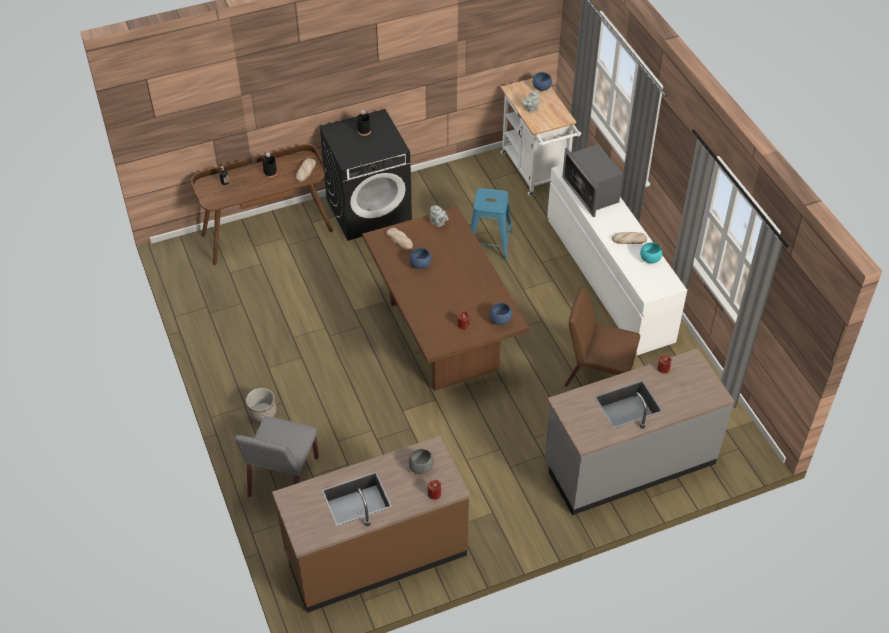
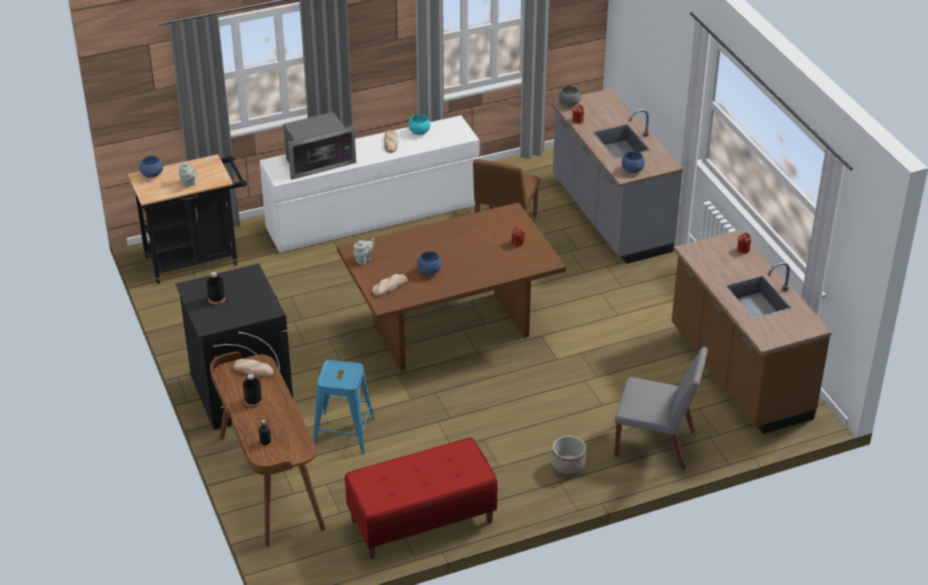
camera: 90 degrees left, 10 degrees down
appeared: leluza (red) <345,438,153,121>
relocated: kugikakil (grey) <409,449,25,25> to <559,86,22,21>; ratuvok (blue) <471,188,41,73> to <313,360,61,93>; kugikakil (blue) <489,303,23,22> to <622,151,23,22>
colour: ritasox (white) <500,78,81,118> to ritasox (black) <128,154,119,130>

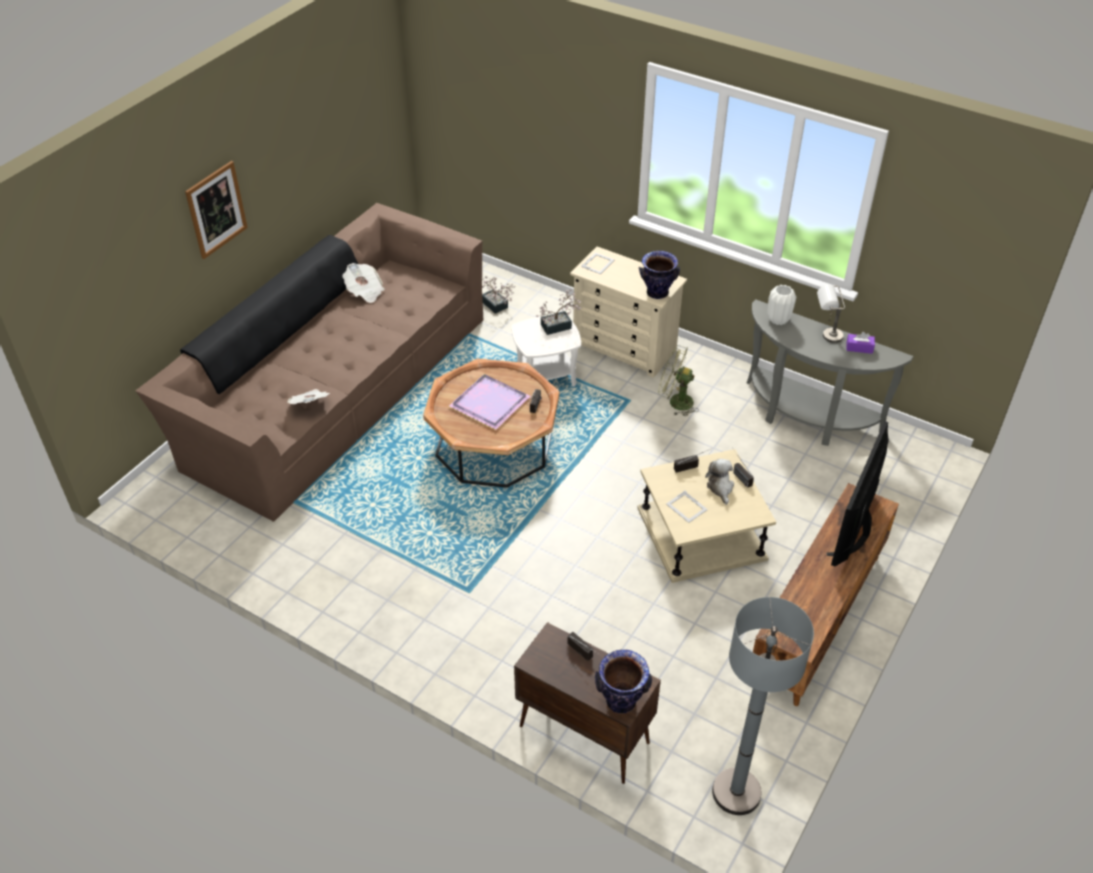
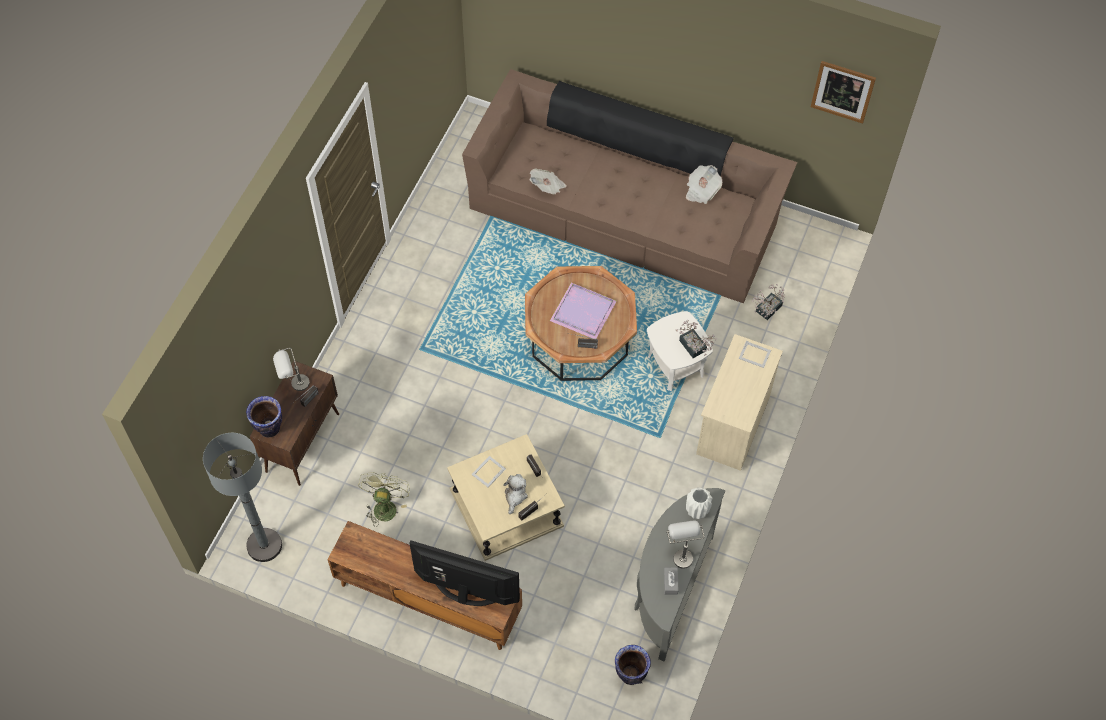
camera: 80 degrees right, 15 degrees up
appeared: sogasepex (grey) <273,348,37,43>
relocated: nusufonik <185,161,63,98> to <811,61,65,63>; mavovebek <639,251,41,48> to <615,645,36,40>; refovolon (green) <658,345,41,71> to <358,472,52,55>
colour: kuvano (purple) <846,332,29,22> to kuvano (grey) <664,567,15,28>
spun: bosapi <705,459,29,46> = <503,474,25,40> 60 degrees counterclockwise

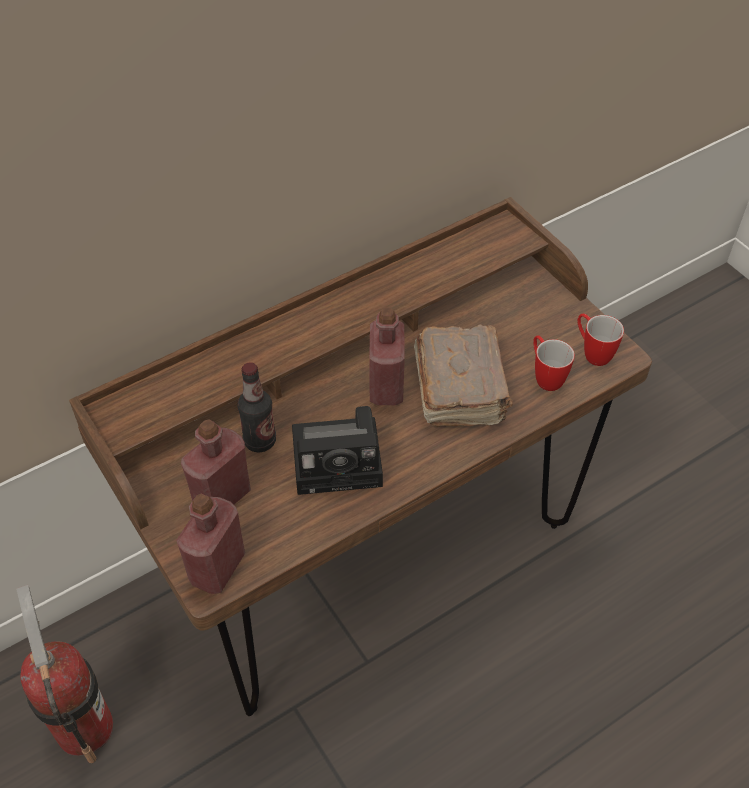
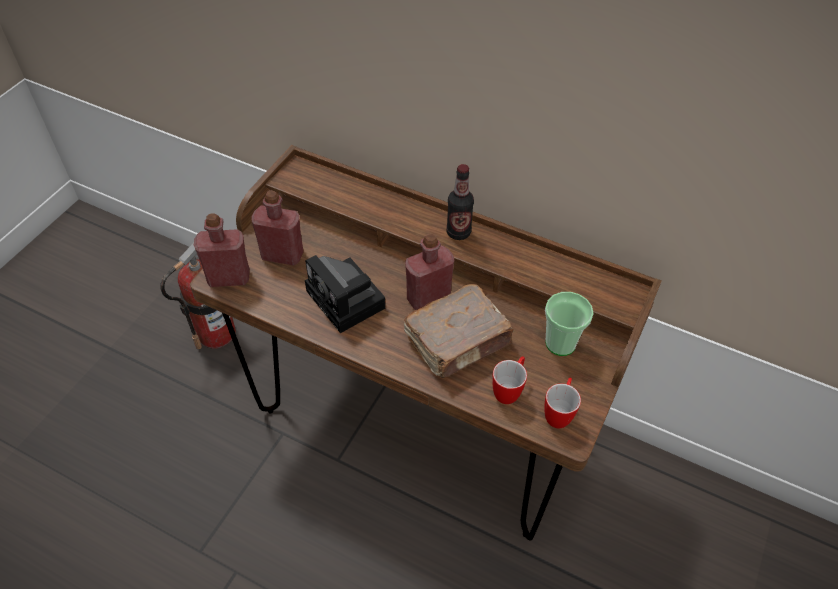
camera: 60 degrees right, 0 degrees up
appeared: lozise <545,292,49,64>
relocated: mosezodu <237,362,39,91> to <446,164,28,76>

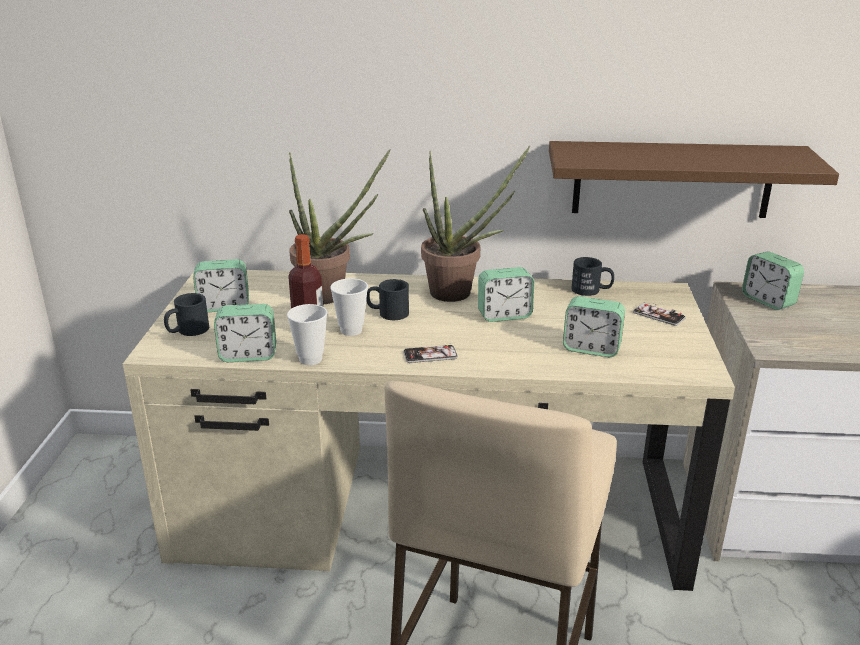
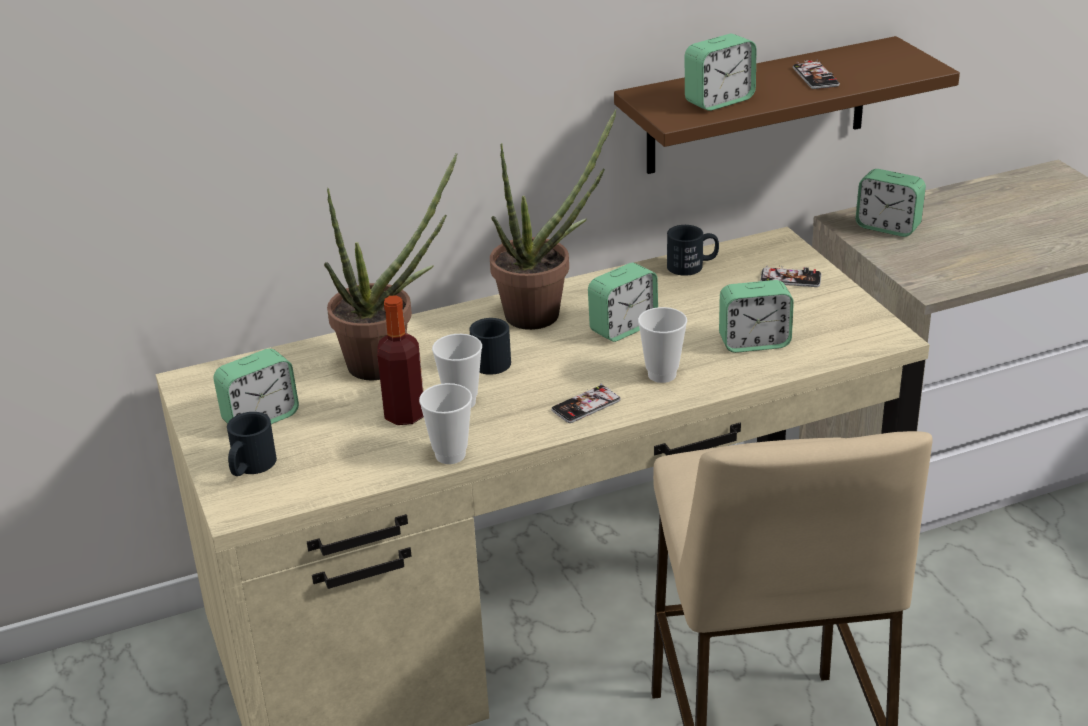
camera: 25 degrees left, 5 degrees up
appeared: lozise <638,307,49,76>; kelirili <793,60,47,29>
relocated: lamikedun <214,304,62,58> to <685,34,71,77>

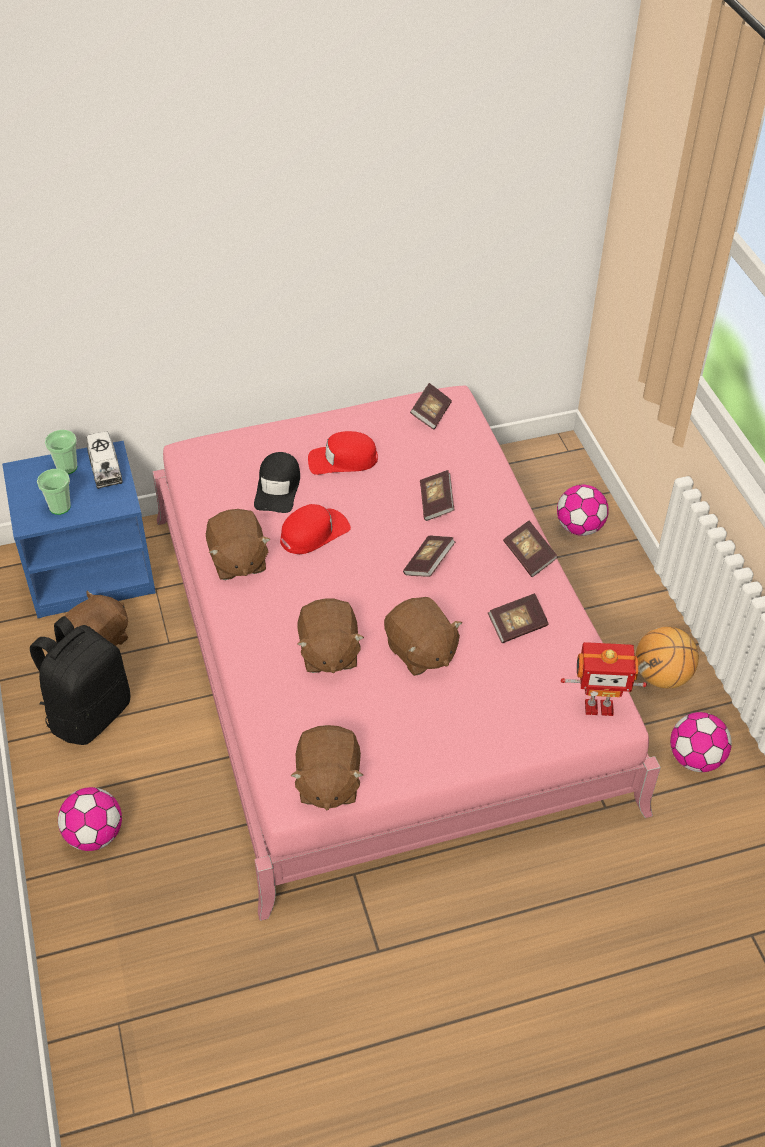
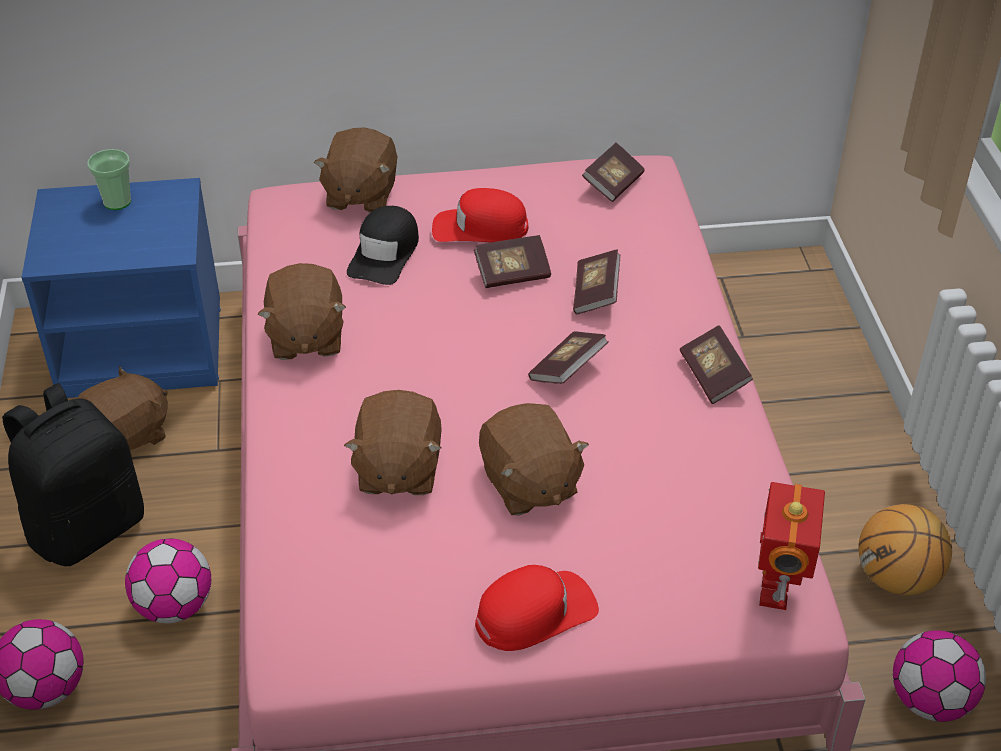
camera: 10 degrees right, 5 degrees down
missing: lozise <37,469,34,46>; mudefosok <86,431,37,58>
relocated: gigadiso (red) <280,504,71,50> to <475,565,124,86>; bosapi (brown) <290,725,73,85> to <314,127,84,86>; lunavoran <488,593,61,50> to <474,235,77,53>; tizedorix <557,485,52,51> to <125,538,86,85>
spun: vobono <561,642,86,74> = <758,482,67,128> 90 degrees clockwise

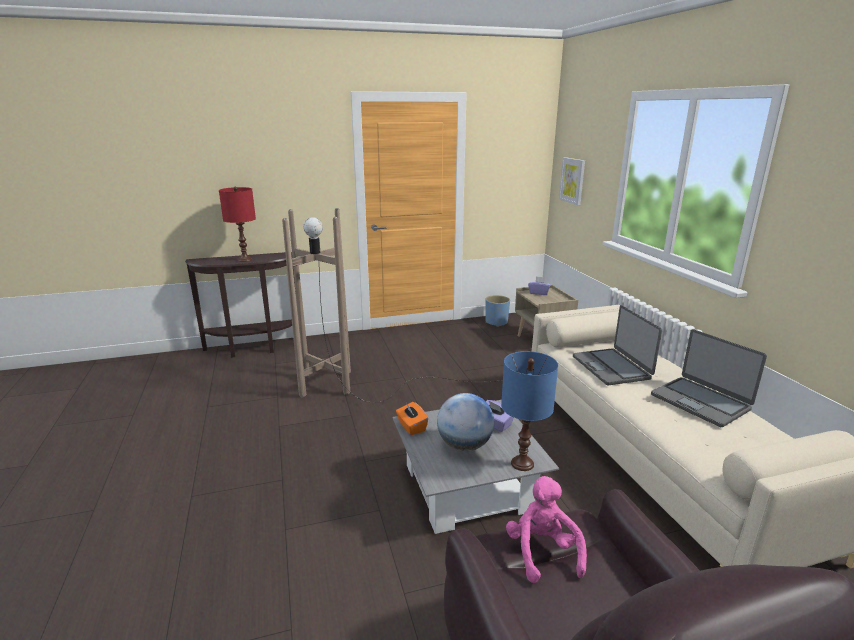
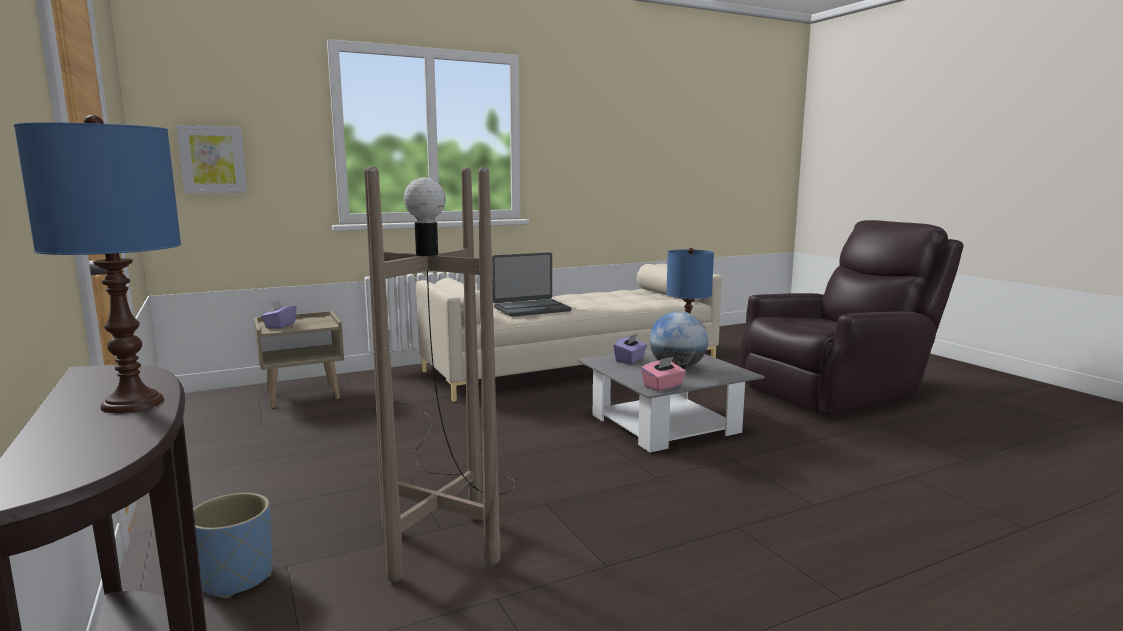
camera: 100 degrees left, 10 degrees down
missing: bosapi (pink) <506,476,81,107>; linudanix <651,329,116,98>
relocated: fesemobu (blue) <485,295,25,32> to <193,493,79,105>
colour: sogasepex (red) <219,186,37,76> to sogasepex (blue) <14,115,167,298>; kuvano (orange) <396,402,32,33> to kuvano (pink) <641,357,45,34>

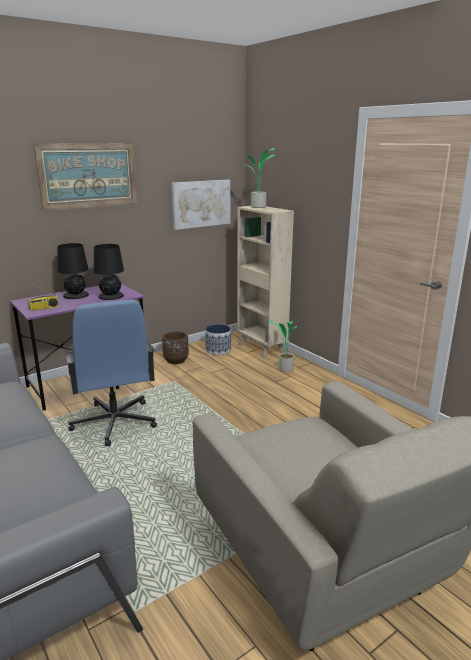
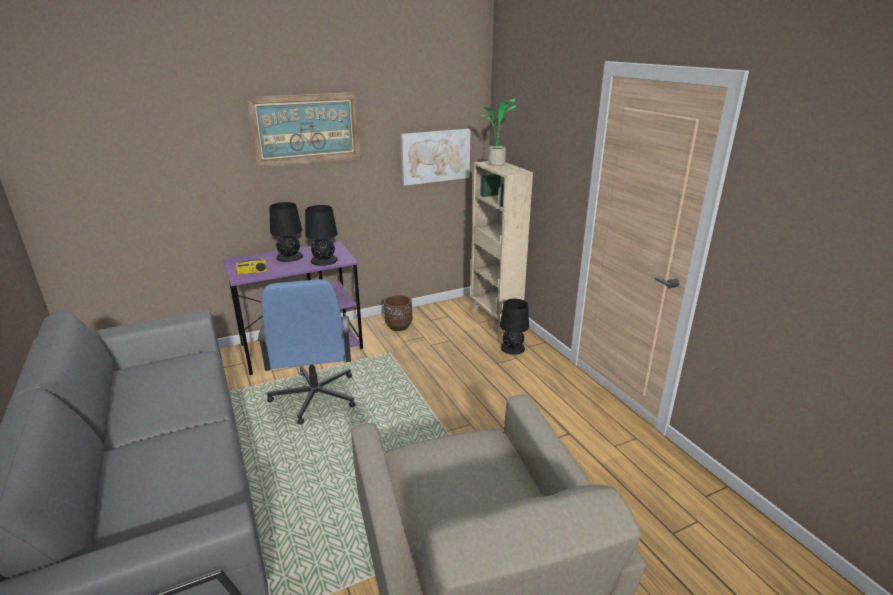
camera: 10 degrees right, 5 degrees up
missing: fesemobu <205,324,26,31>
exchanged: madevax <267,321,38,51> to sogasepex (black) <500,299,29,56>

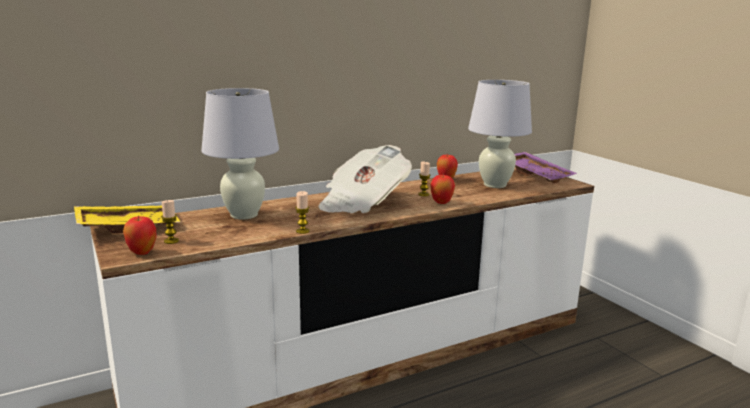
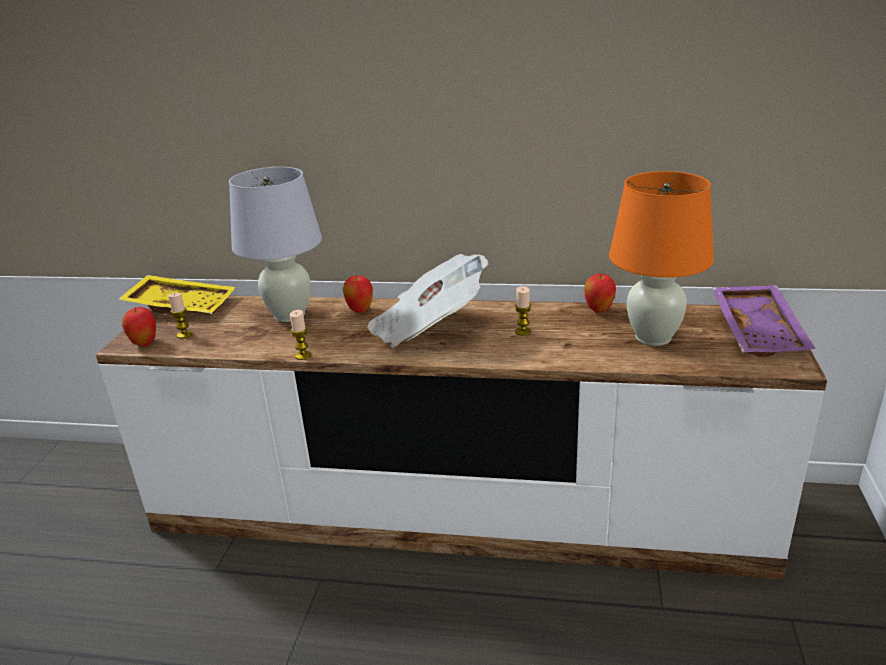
camera: 40 degrees right, 10 degrees up
relocated: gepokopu <430,175,25,29> to <343,275,30,38>
colour: sogasepex (white) <468,80,64,108> to sogasepex (orange) <609,171,105,175>

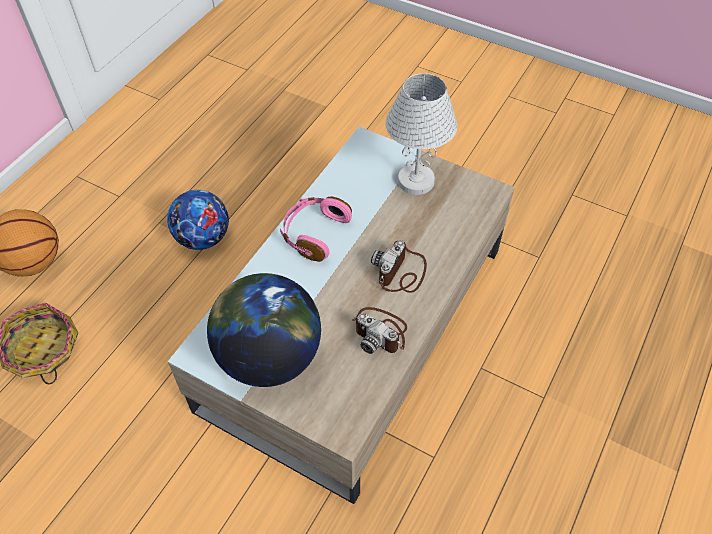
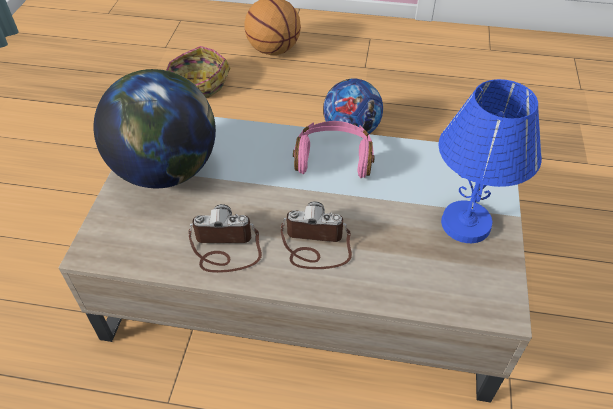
camera: 70 degrees right, 5 degrees down
colour: sogasepex (white) <385,73,73,122> to sogasepex (blue) <439,79,103,164>
spun: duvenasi <352,307,55,47> = <188,204,74,69> 75 degrees clockwise

